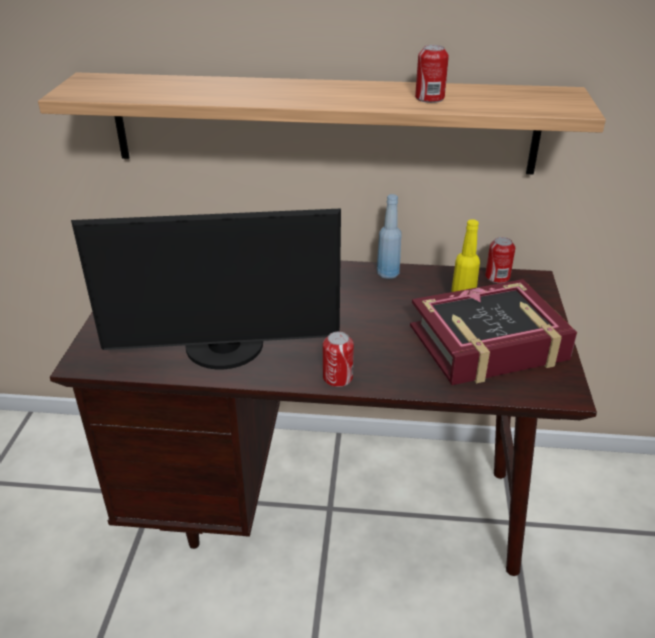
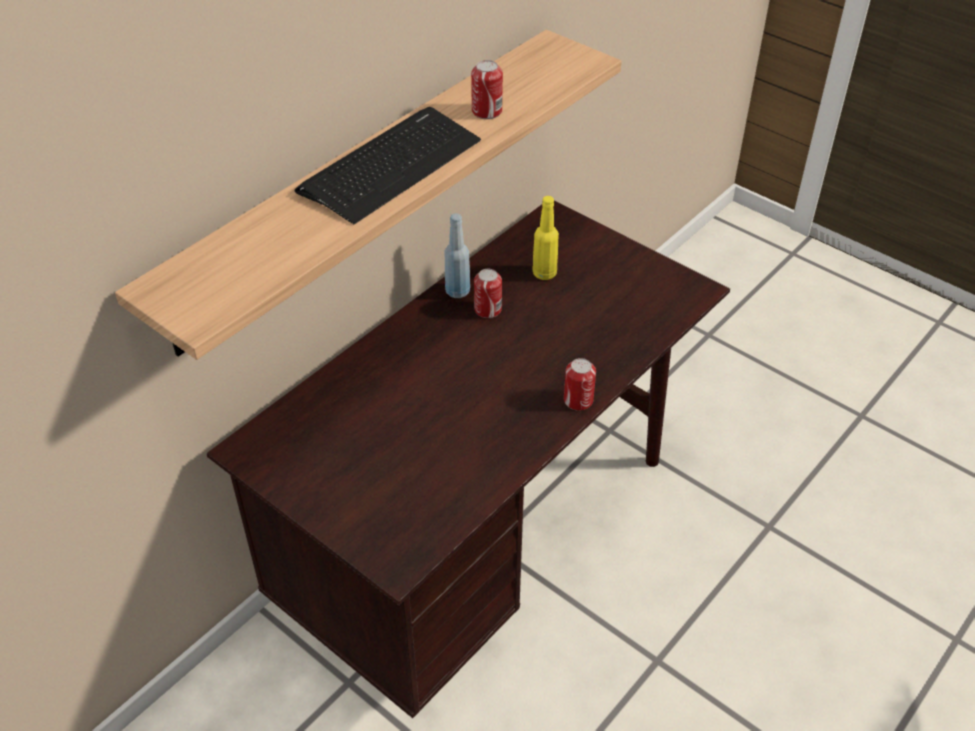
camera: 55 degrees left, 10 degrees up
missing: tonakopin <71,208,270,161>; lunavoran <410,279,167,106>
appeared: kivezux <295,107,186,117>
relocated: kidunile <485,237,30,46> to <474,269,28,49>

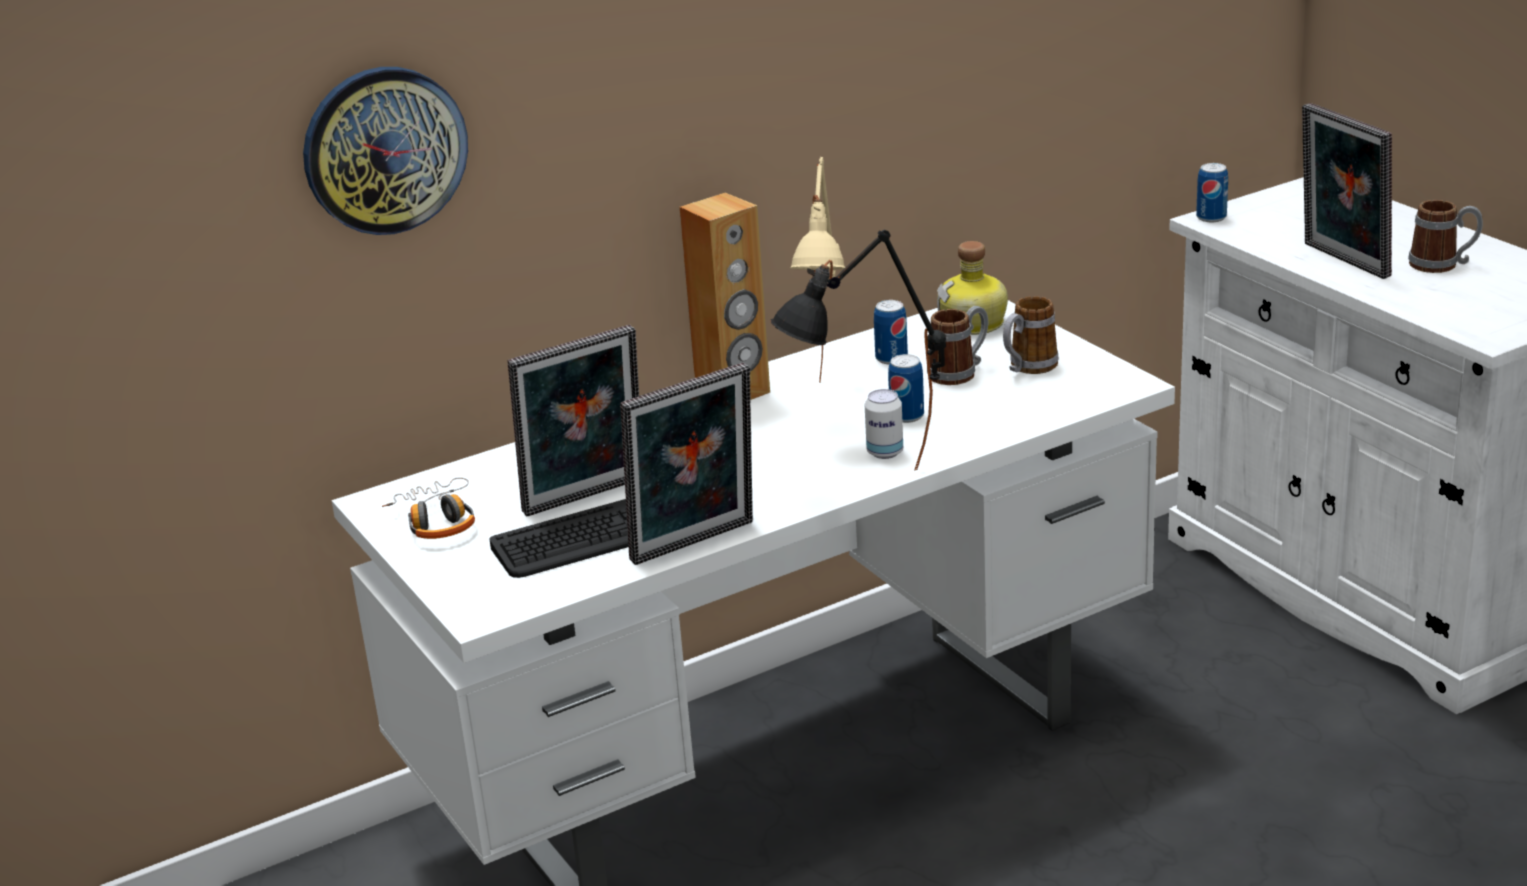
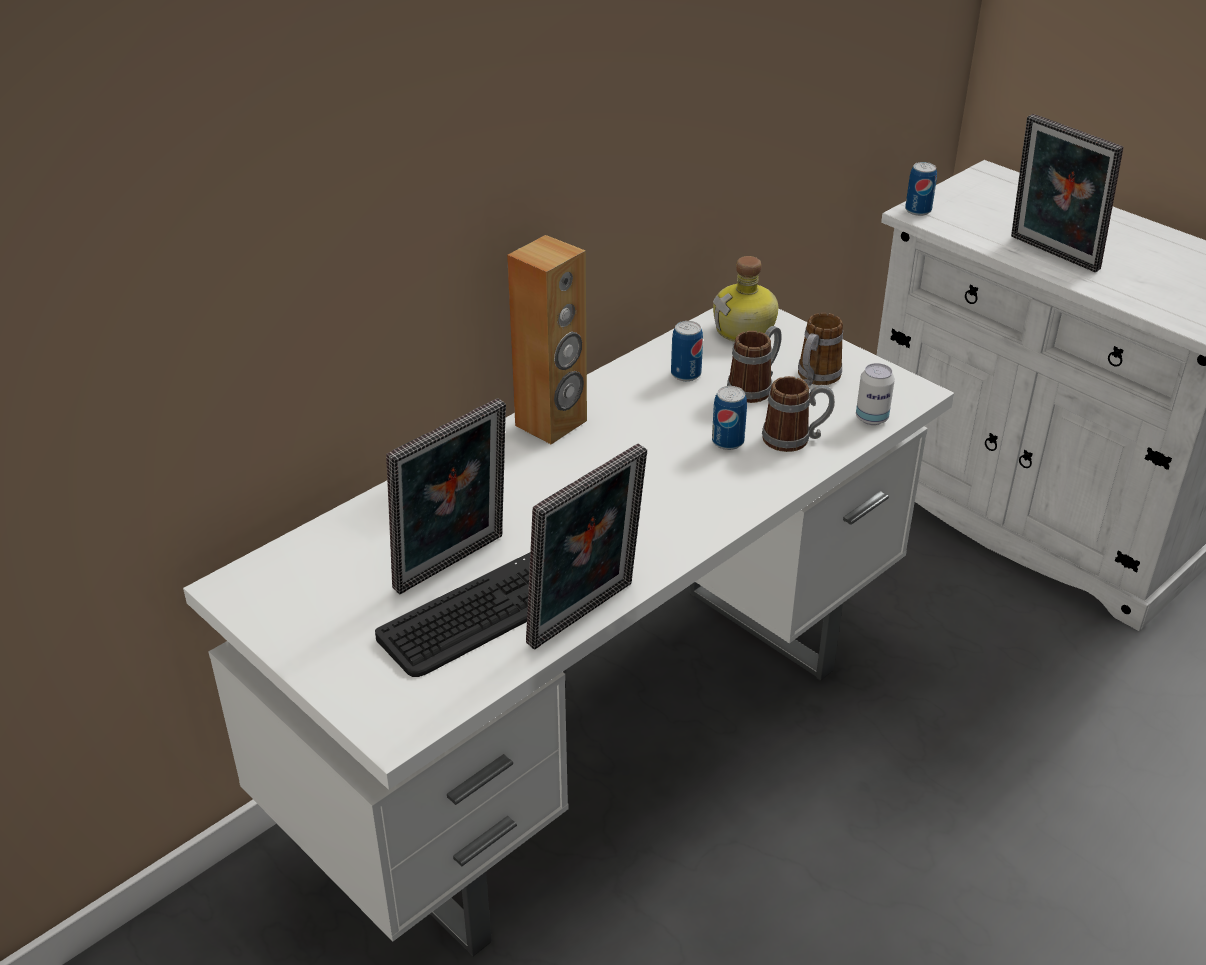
camera: 15 degrees left, 10 degrees up
missing: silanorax <303,67,165,168>; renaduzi <382,478,93,61>; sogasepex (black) <770,229,176,241>; sogasepex (beige) <790,157,56,226>
relocated: kidunile <865,389,38,70> to <856,363,39,62>; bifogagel <1408,200,75,73> to <762,376,73,76>

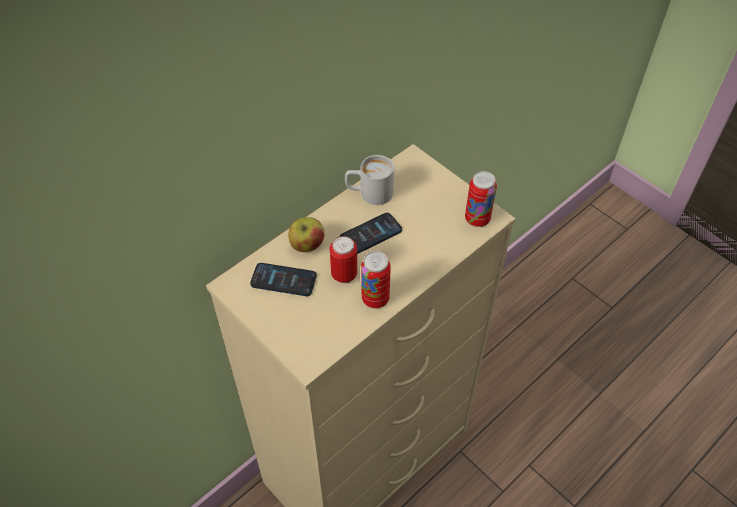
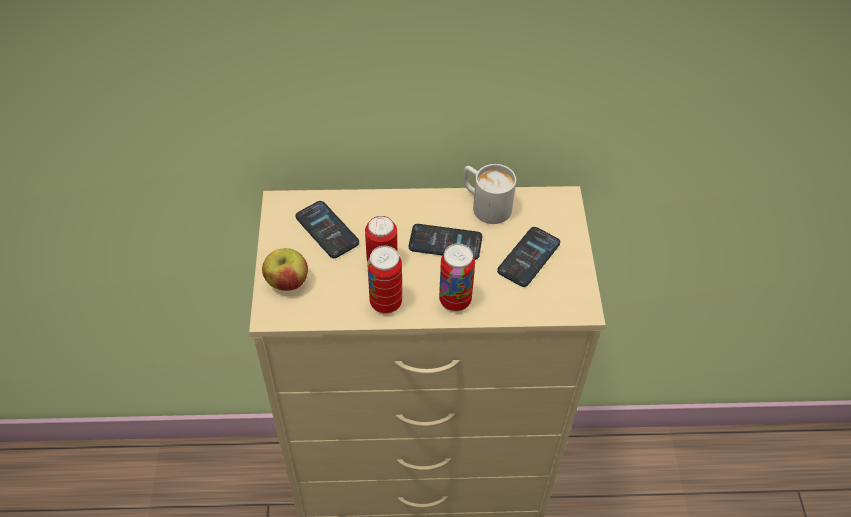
camera: 40 degrees right, 0 degrees up
appeared: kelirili <497,227,63,60>
relocated: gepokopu <288,217,36,35> to <262,248,46,43>; kidunile <465,171,32,56> to <439,244,36,67>

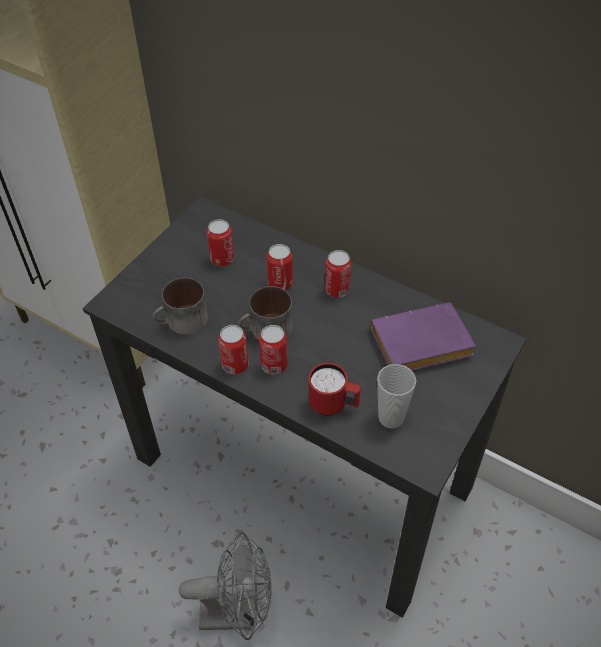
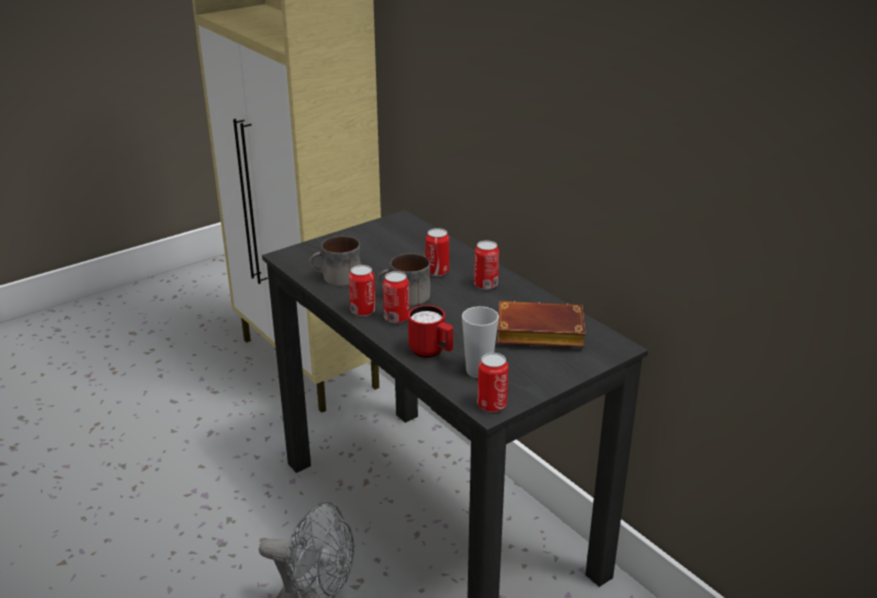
camera: 20 degrees right, 20 degrees down
relocated: kidunile <207,219,27,47> to <477,353,31,59>
colour: lunavoran (purple) <370,302,106,69> to lunavoran (brown) <497,301,89,46>

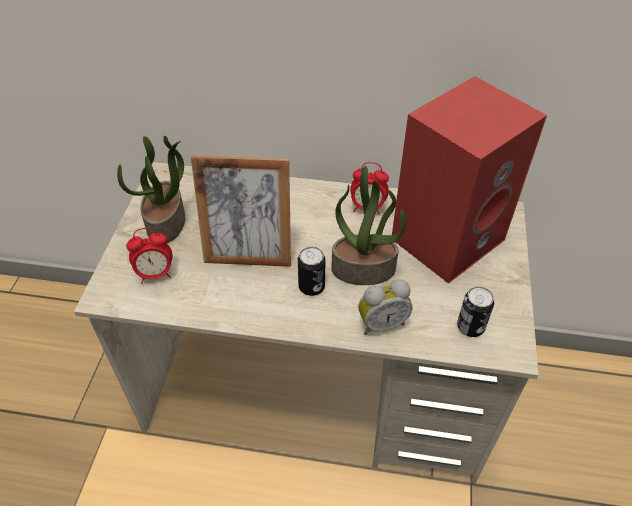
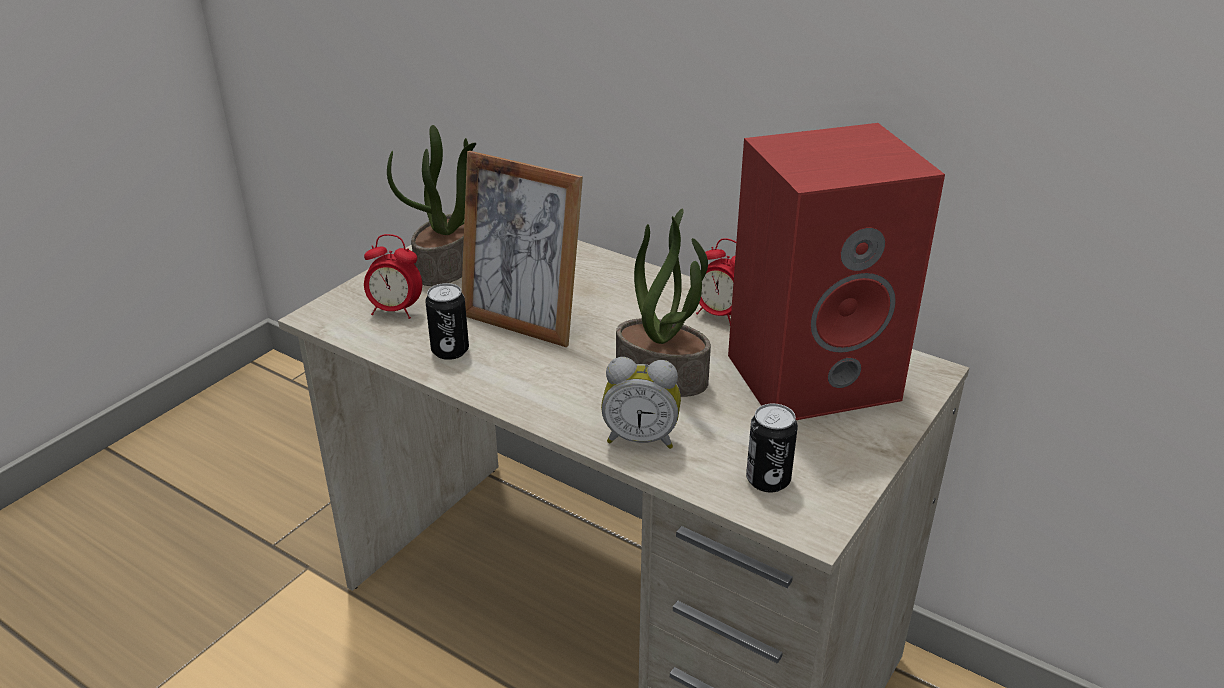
camera: 25 degrees right, 15 degrees down
relocated: kidunile <298,246,27,50> to <425,283,44,77>

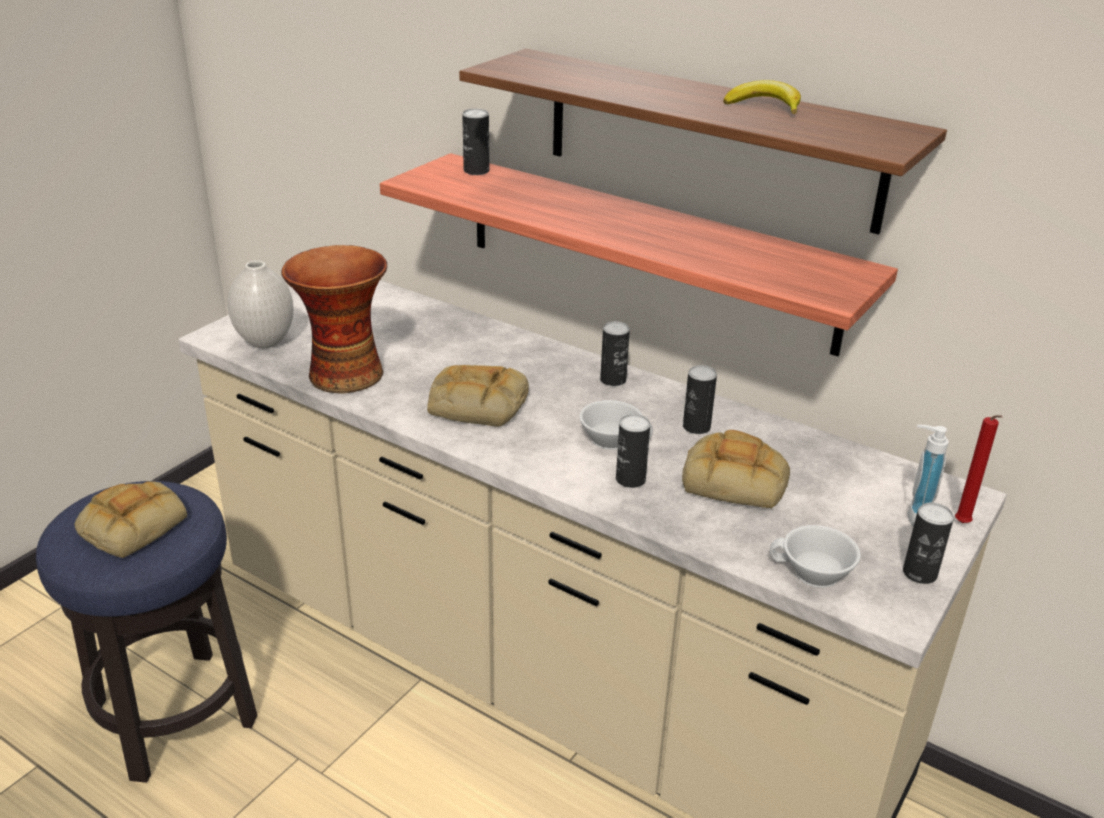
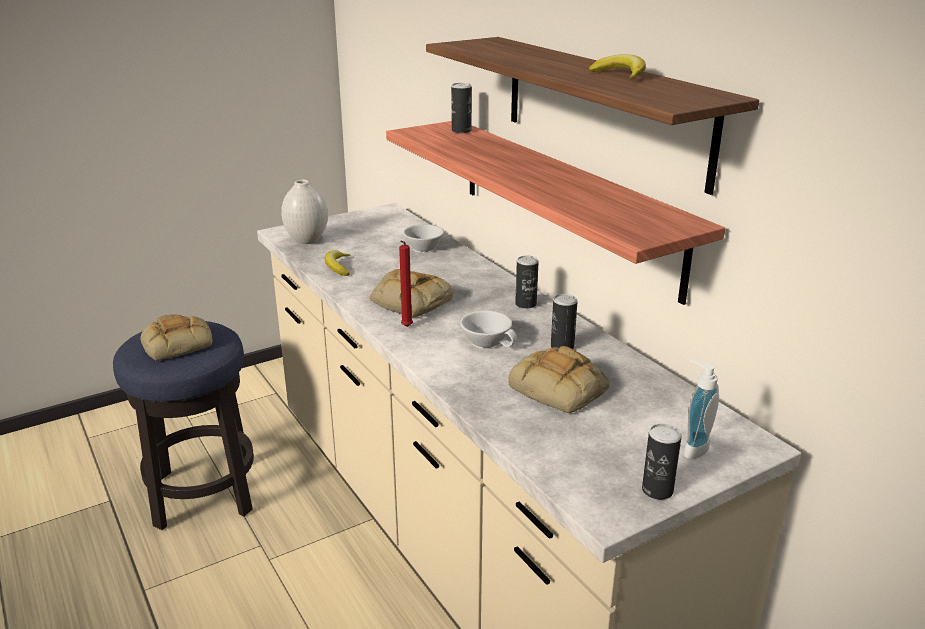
camera: 25 degrees right, 5 degrees down
missing: kidunile <616,414,34,74>
relocated: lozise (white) <770,525,90,63> to <403,224,41,29>; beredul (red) <955,415,47,108> to <399,240,14,87>
exchanged: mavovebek <281,245,106,148> to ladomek <325,250,26,26>

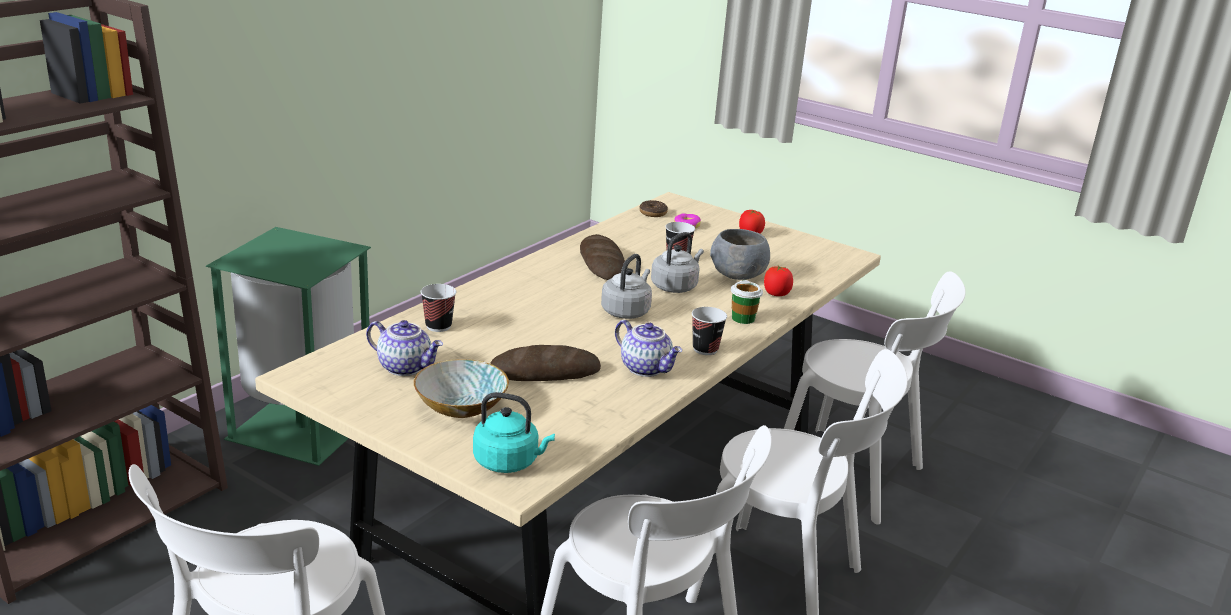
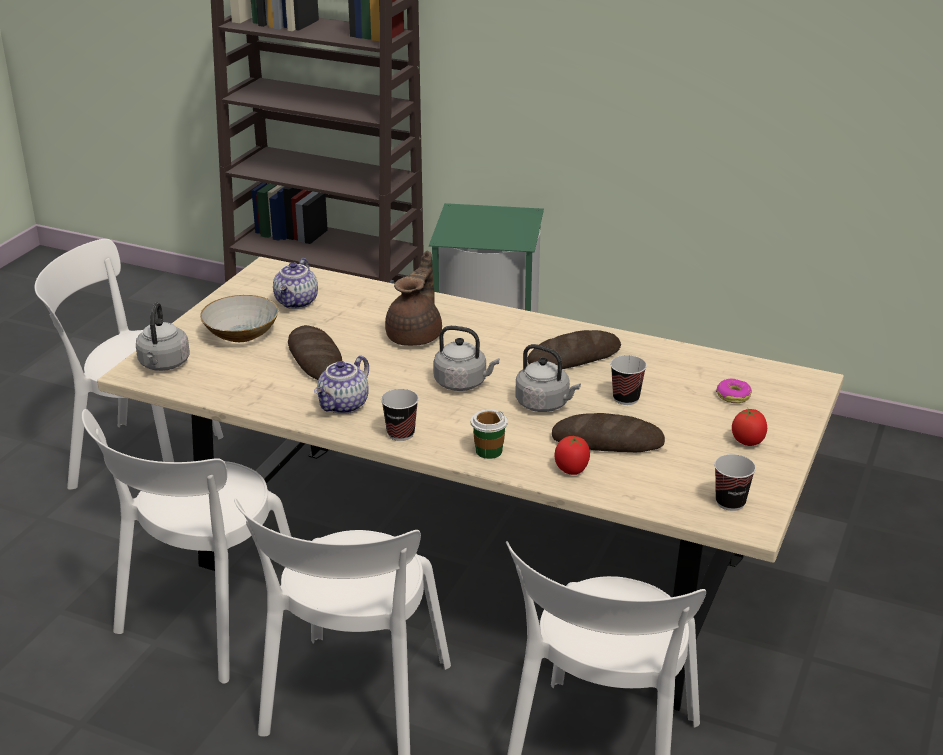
camera: 80 degrees right, 5 degrees up
missing: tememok <639,200,29,17>
appeared: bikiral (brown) <385,251,57,95>
relocated: lozise <421,284,35,48> to <714,454,42,57>
exchanged: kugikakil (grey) <710,229,60,51> to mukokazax <552,413,113,39>
colour: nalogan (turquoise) <473,392,82,81> to nalogan (grey) <136,302,53,69>

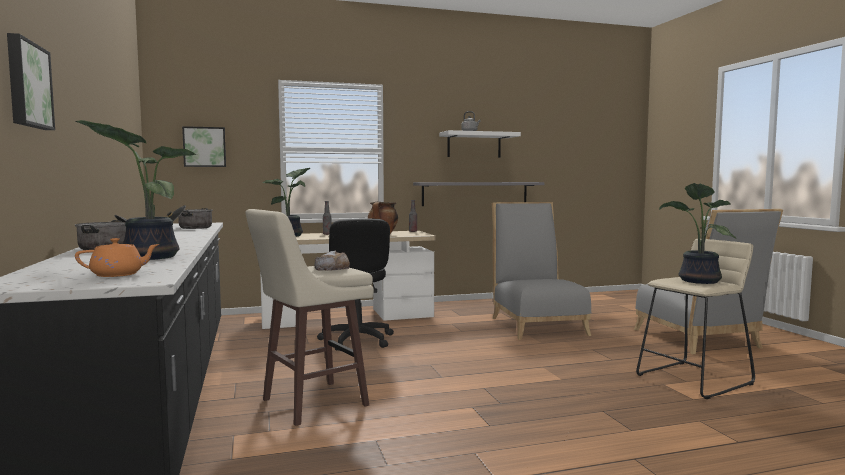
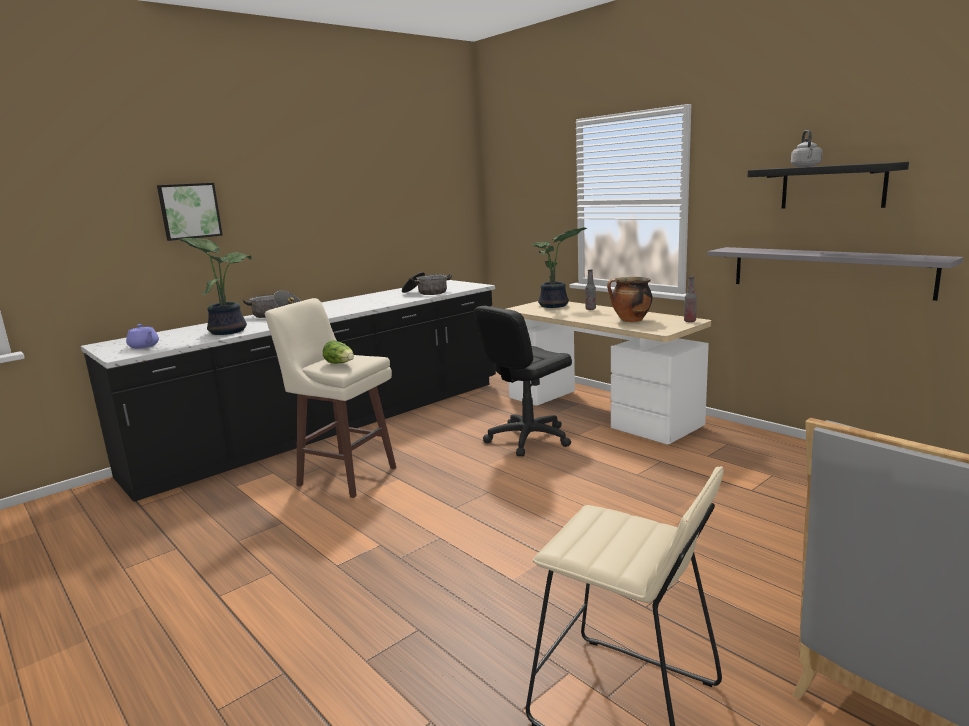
camera: 65 degrees right, 10 degrees up
missing: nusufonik <182,126,44,41>; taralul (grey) <492,202,99,138>; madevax <659,183,77,101>
exchanged: mukokazax <315,251,35,20> to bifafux <323,340,31,24>
colour: bikiral (orange) <75,238,85,39> to bikiral (purple) <126,324,33,25>; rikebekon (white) <439,130,82,28> to rikebekon (black) <748,162,161,46>

